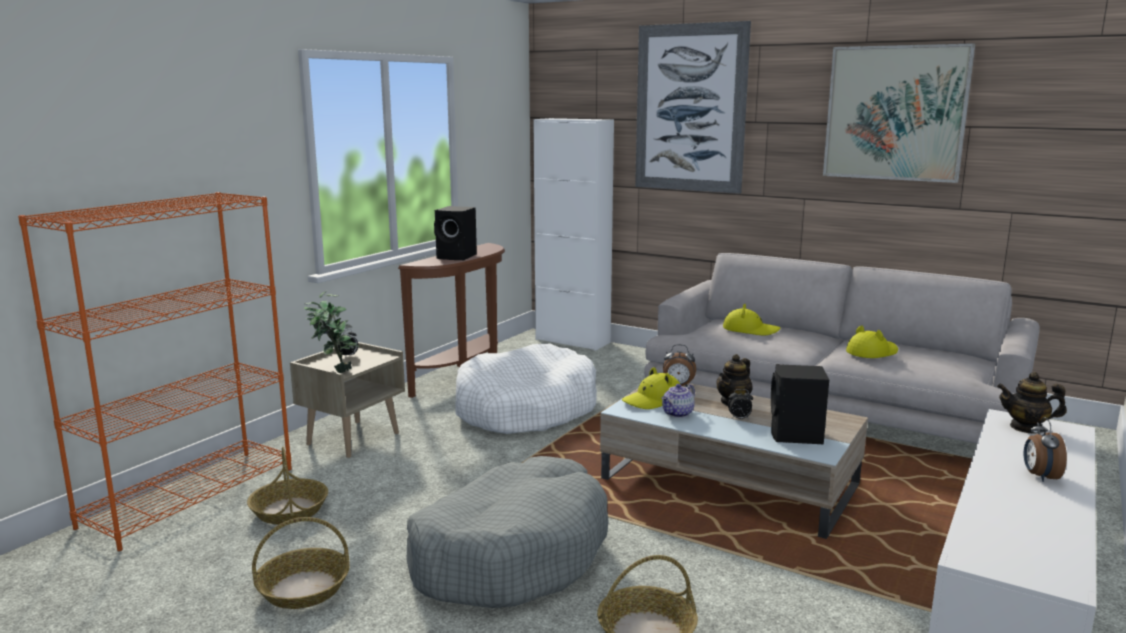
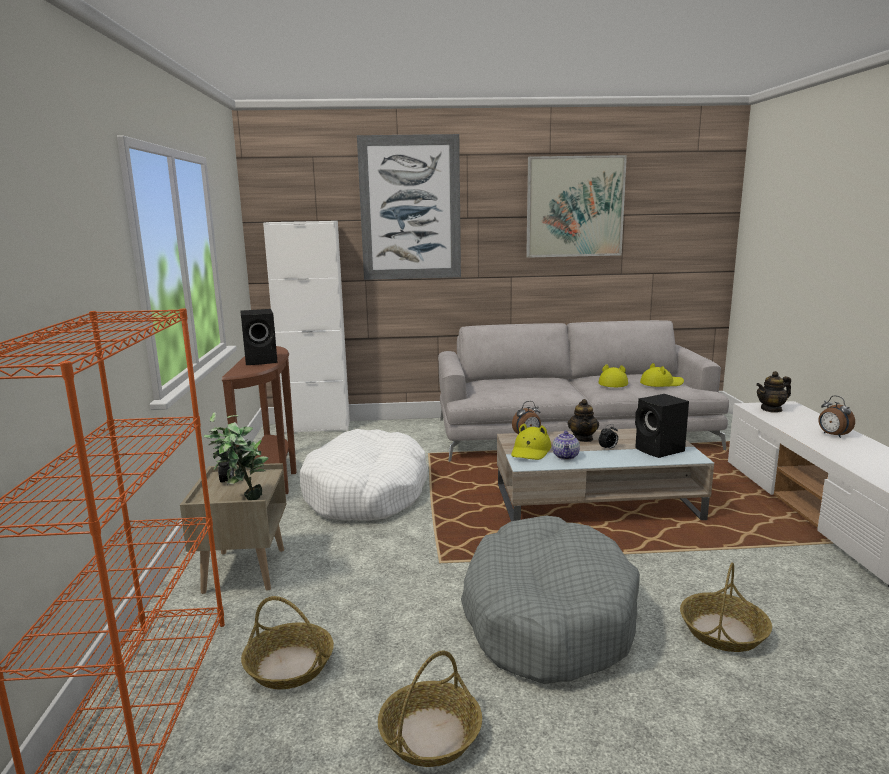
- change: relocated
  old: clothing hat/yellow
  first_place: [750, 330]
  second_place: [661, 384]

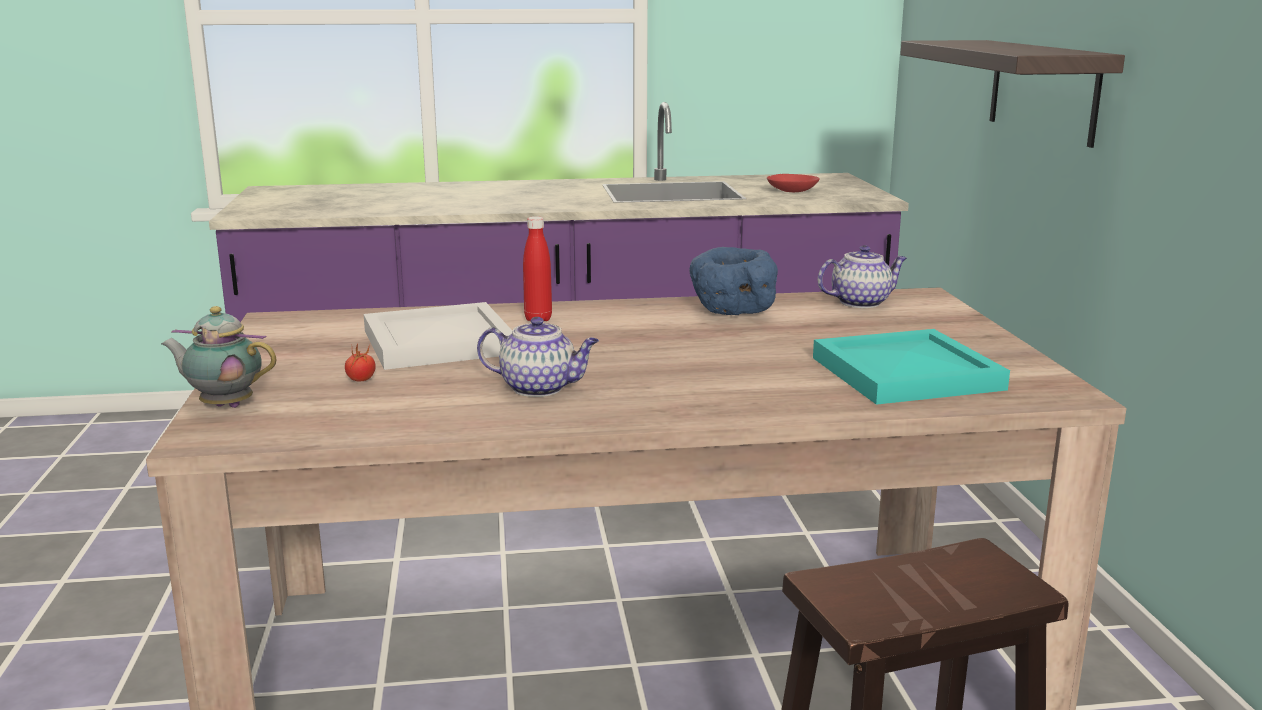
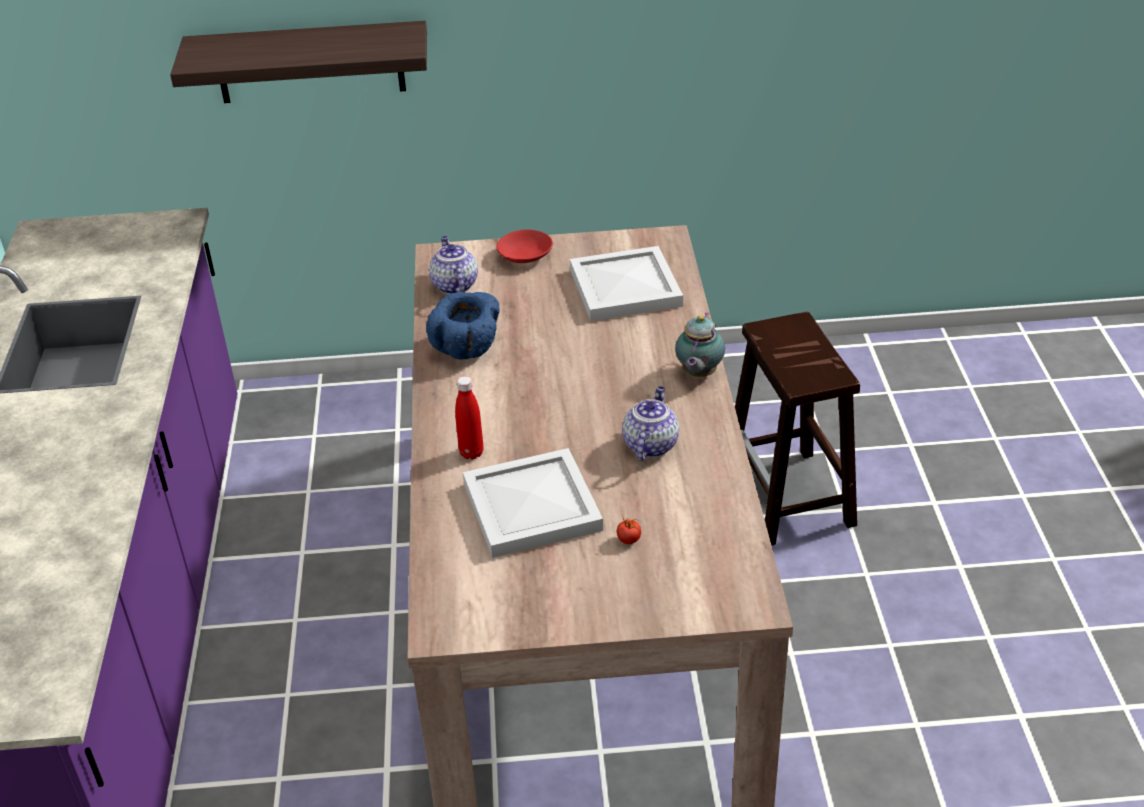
- change: relocated
  old: tea pot
  first_place: [224, 406]
  second_place: [698, 374]
- change: relocated
  old: deep dish/red-coloured
  first_place: [792, 191]
  second_place: [524, 256]
- change: colour
  old: serving tray/turquoise-coloured
  new: serving tray/white
  first_place: [903, 373]
  second_place: [624, 289]

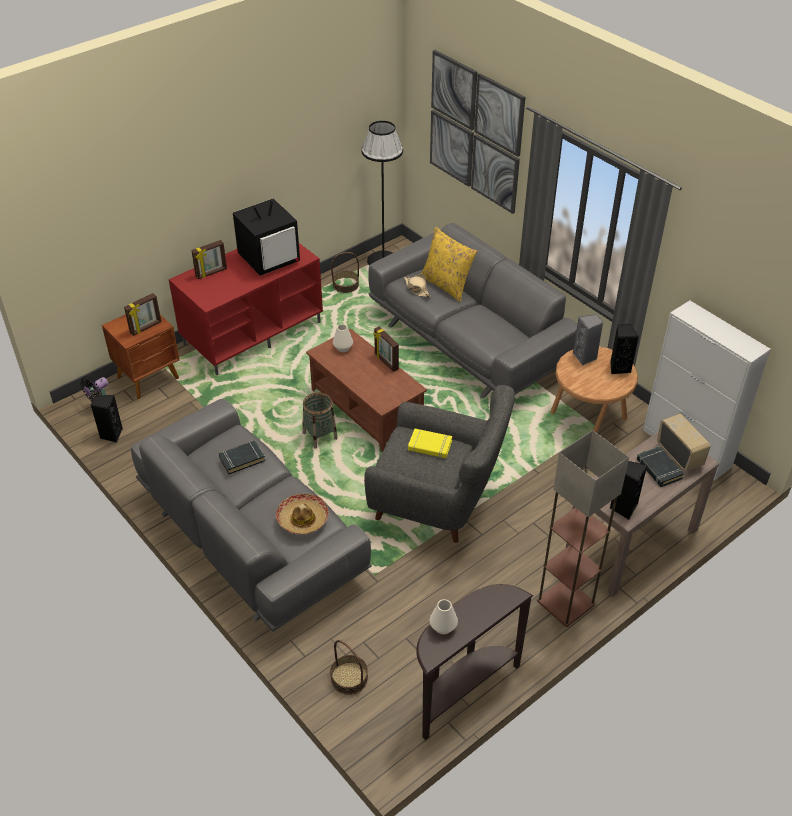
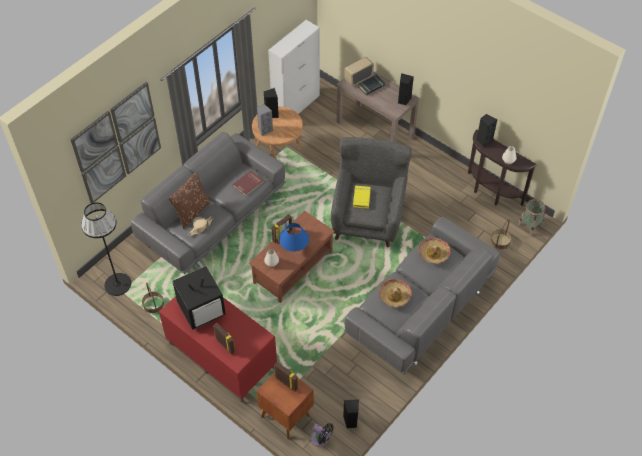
- change: missing
  old: floor lamp
  first_place: [565, 601]
- change: appeared
  new: volume/red-coloured
  second_place: [248, 184]
- change: appeared
  new: tabletop lamp/bluish
  second_place: [294, 248]
- change: appeared
  new: speaker/black
  second_place: [484, 140]
- change: relocated
  old: storage basket
  first_place: [320, 436]
  second_place: [530, 225]
- change: exchanged
  old: volume/black
  new: clothing hat
  first_place: [242, 459]
  second_place: [394, 295]
- change: colour
  old: cushion/yellow
  new: cushion/brown
  first_place: [446, 285]
  second_place: [192, 212]
- change: spun
  old: TV
  first_place: [270, 259]
  second_place: [202, 309]
  degrees: 105

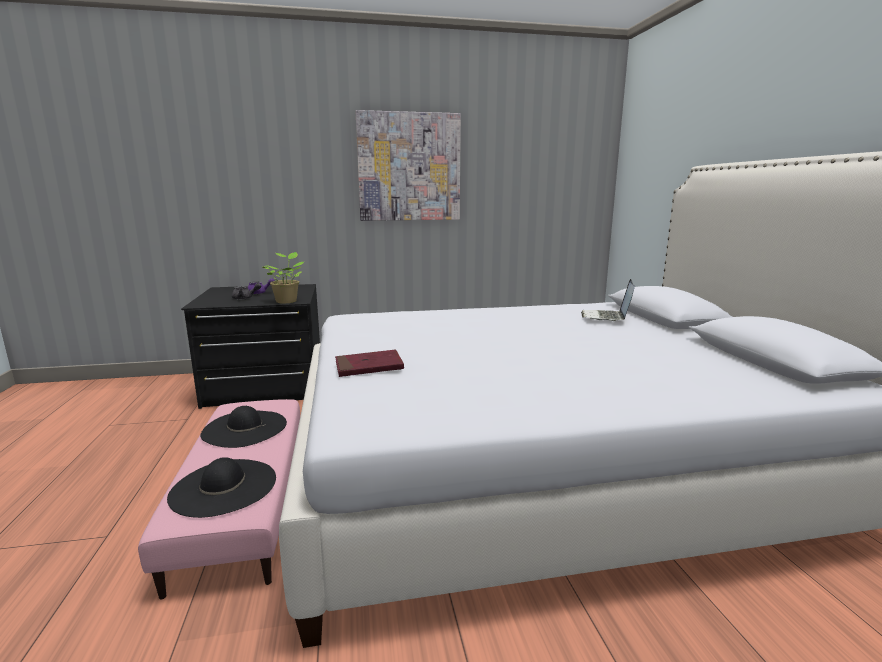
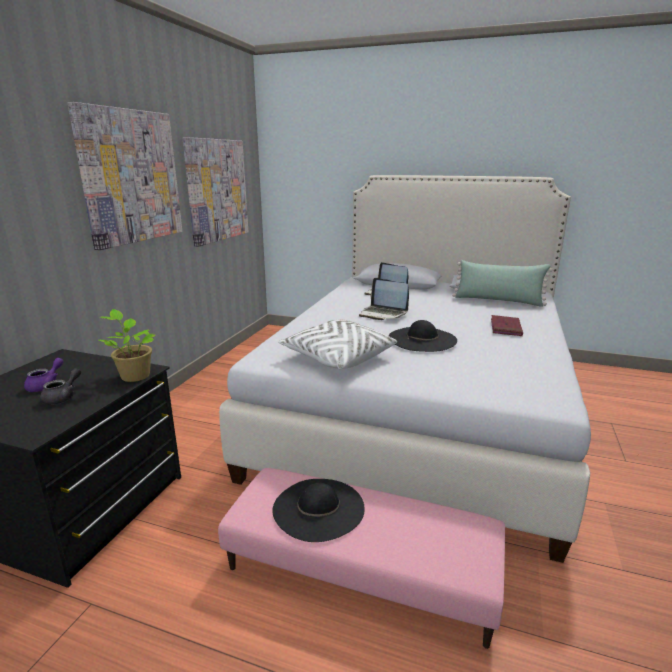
- change: appeared
  new: picture
  second_place: [216, 190]
- change: appeared
  new: cushion/white
  second_place: [337, 358]
- change: appeared
  new: laptop
  second_place: [383, 314]
- change: appeared
  new: cushion/greenish
  second_place: [498, 300]
- change: relocated
  old: clothing hat/black
  first_place: [224, 487]
  second_place: [422, 339]
- change: relocated
  old: volume/red-coloured
  first_place: [369, 367]
  second_place: [505, 328]

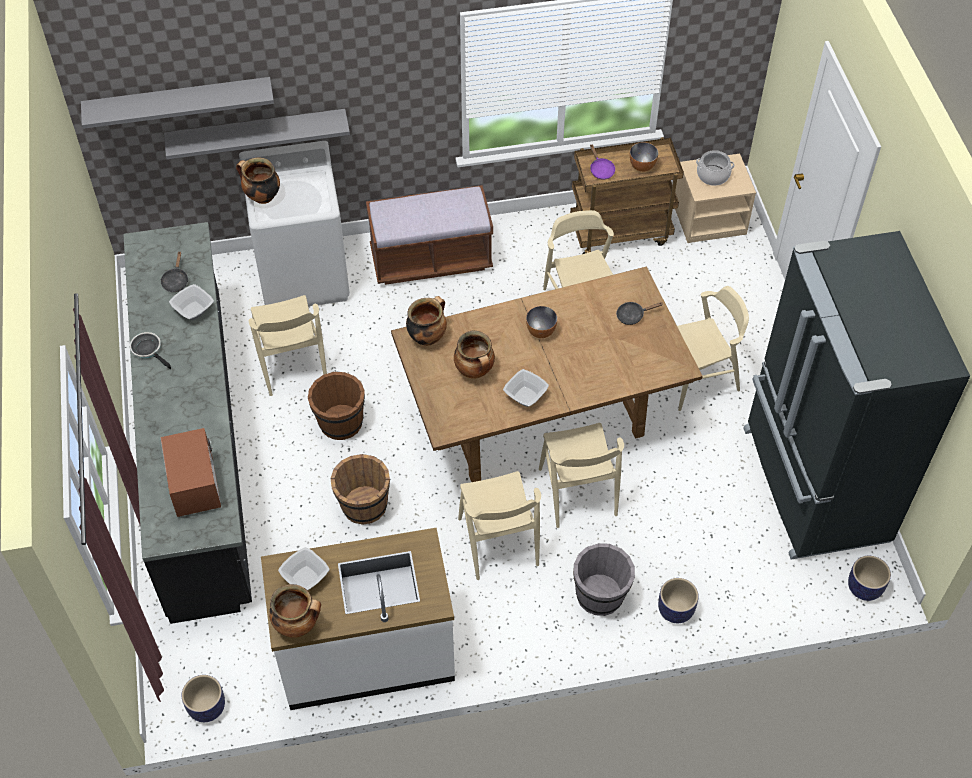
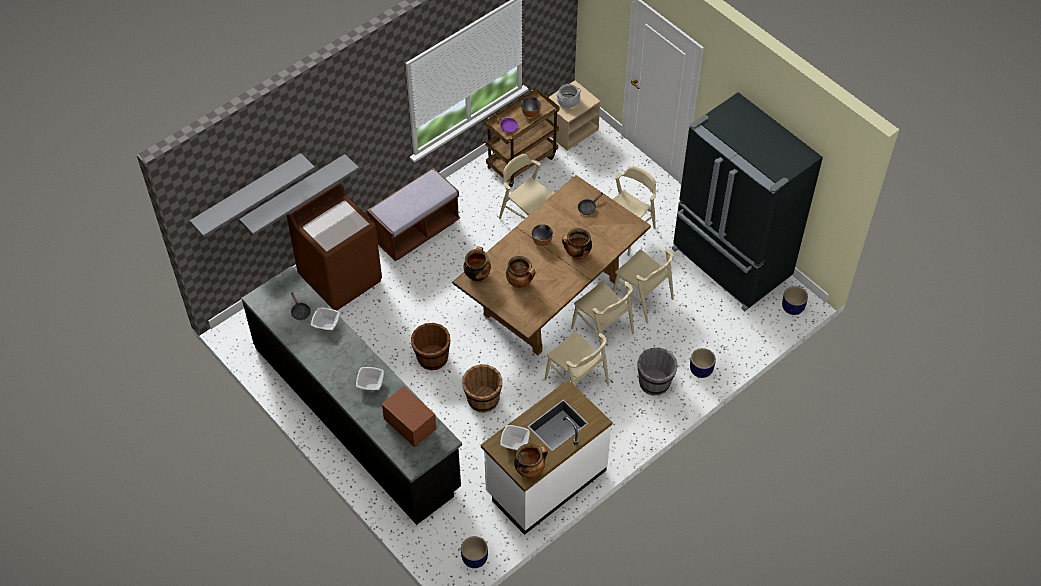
- change: missing
  old: pan
  first_place: [148, 350]
- change: relocated
  old: stockpot
  first_place: [261, 197]
  second_place: [577, 254]
- change: relocated
  old: upright chair/sand-coloured
  first_place: [291, 363]
  second_place: [642, 298]
- change: relocated
  old: deep dish
  first_place: [526, 396]
  second_place: [371, 384]
- change: colour
  old: laundry appliance/white
  new: laundry appliance/brown
  first_place: [304, 275]
  second_place: [341, 278]

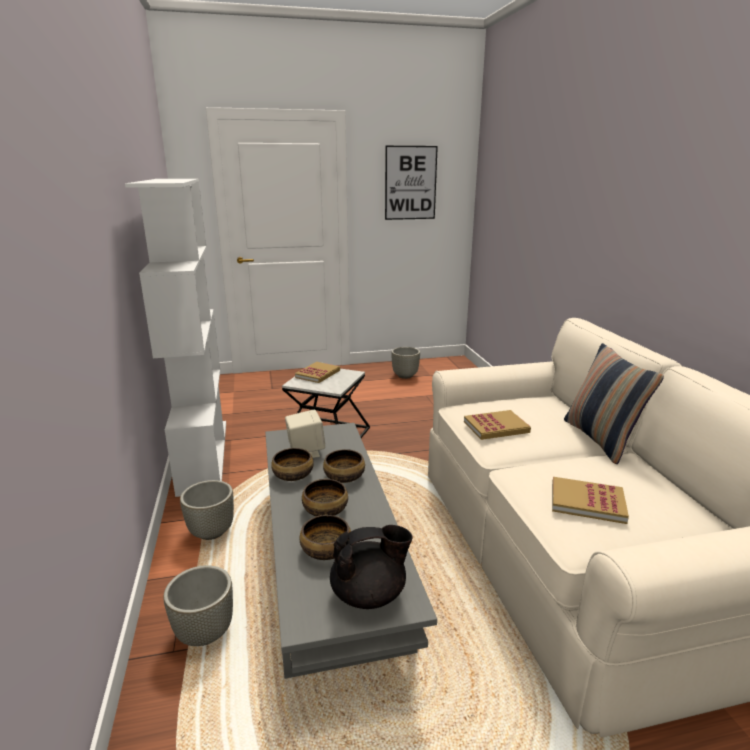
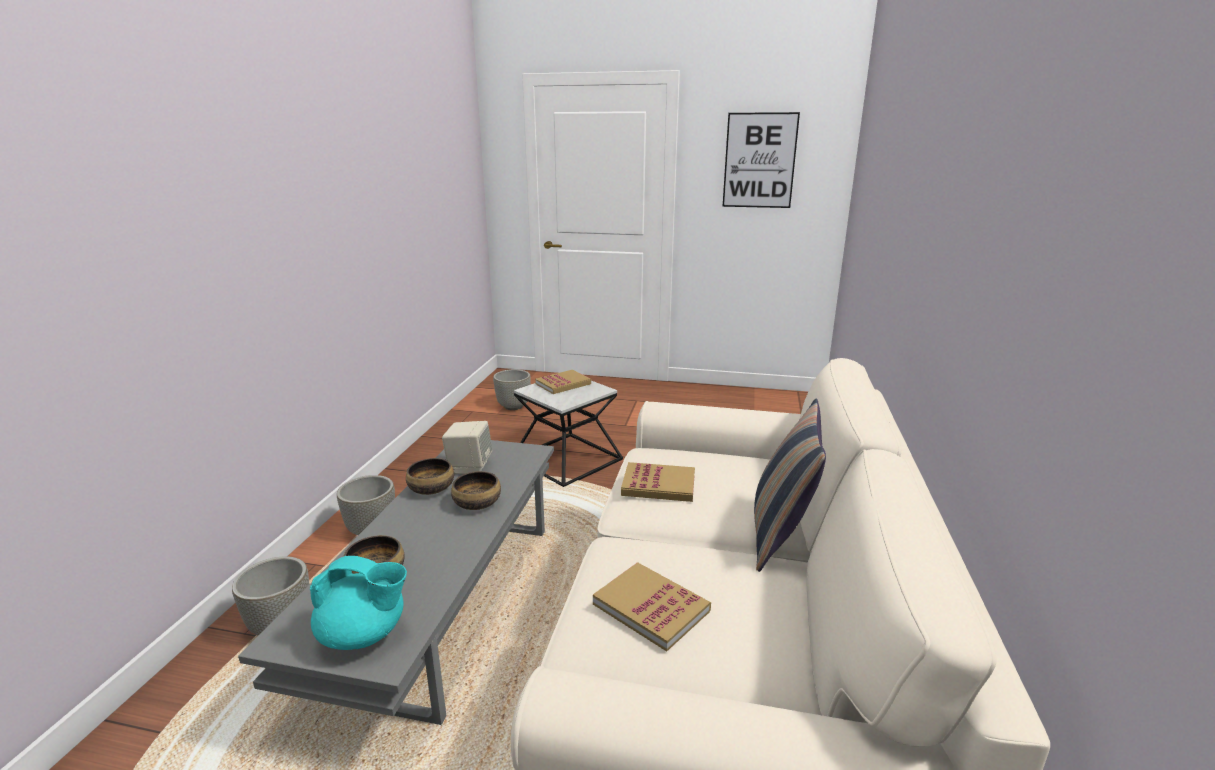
- change: missing
  old: bookshelf/white
  first_place: [203, 455]
- change: missing
  old: deep dish
  first_place: [325, 509]
- change: relocated
  old: plant pot/gray
  first_place: [405, 376]
  second_place: [513, 406]
- change: colour
  old: tea pot/black
  new: tea pot/turquoise-coloured
  first_place: [369, 594]
  second_place: [364, 634]

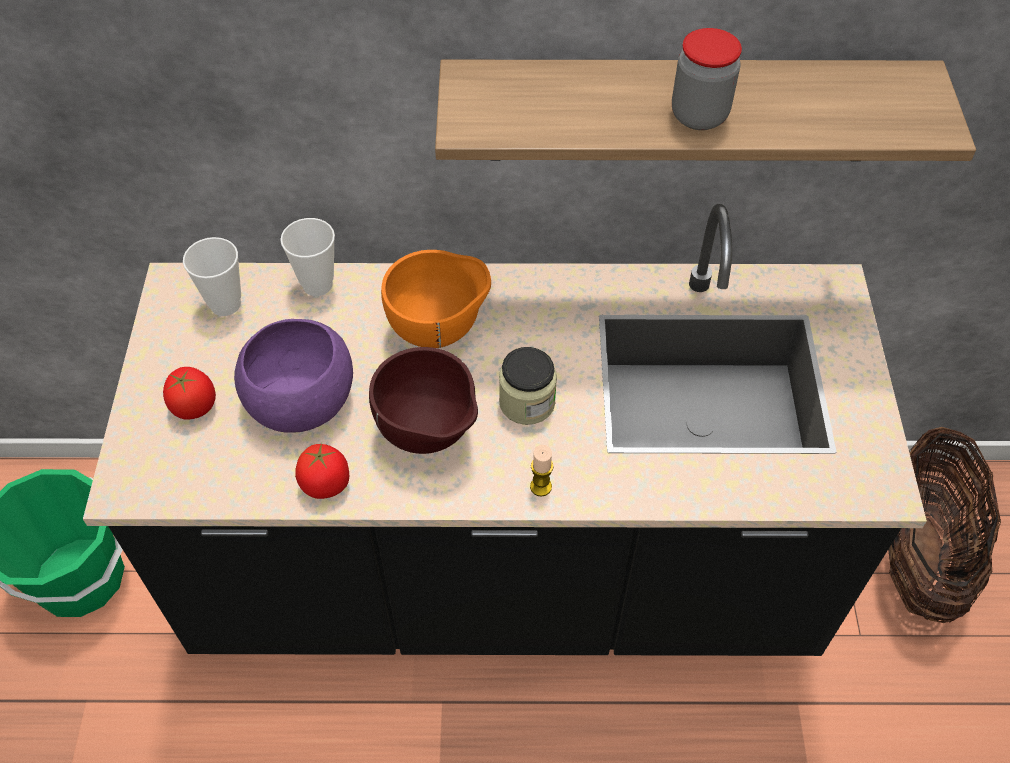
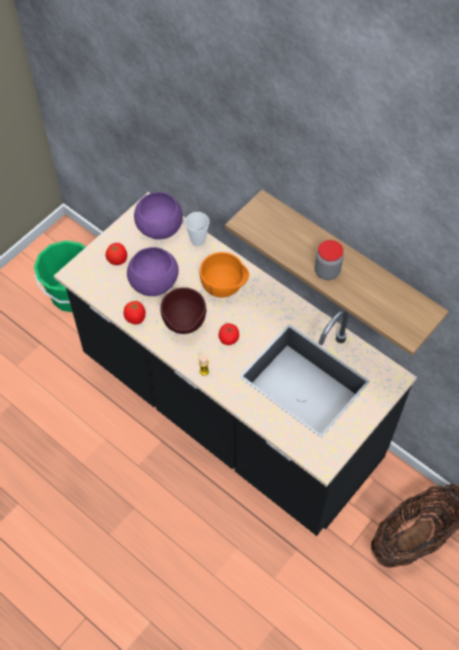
- change: exchanged
  old: drinking cup
  new: deep dish/purple-coloured
  first_place: [225, 304]
  second_place: [159, 227]
- change: exchanged
  old: preserve jar
  new: tomato
  first_place: [527, 402]
  second_place: [229, 338]

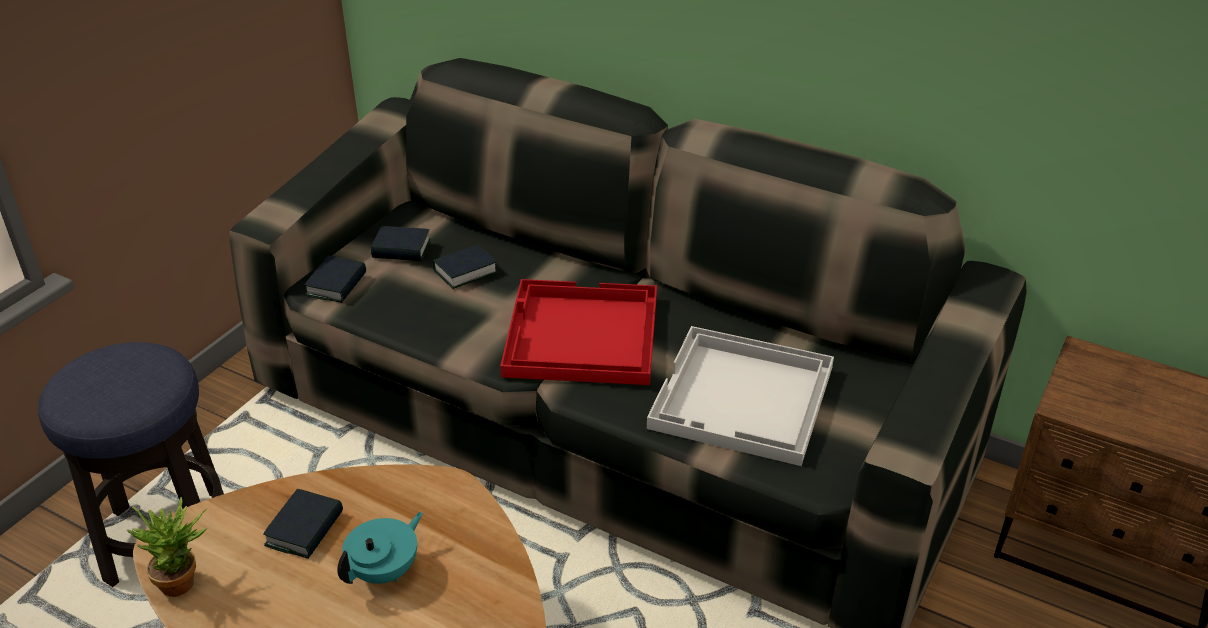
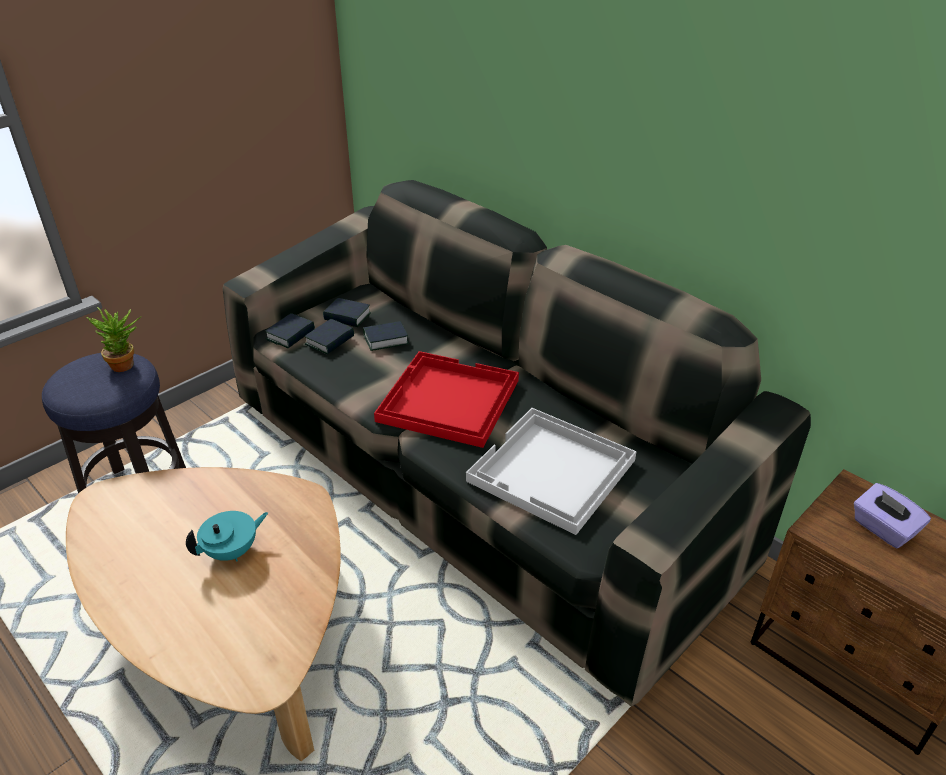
- change: appeared
  new: box of tissues/purple-coloured
  second_place: [882, 529]
- change: relocated
  old: potted plant
  first_place: [184, 581]
  second_place: [127, 365]
- change: relocated
  old: volume
  first_place: [305, 529]
  second_place: [330, 341]

